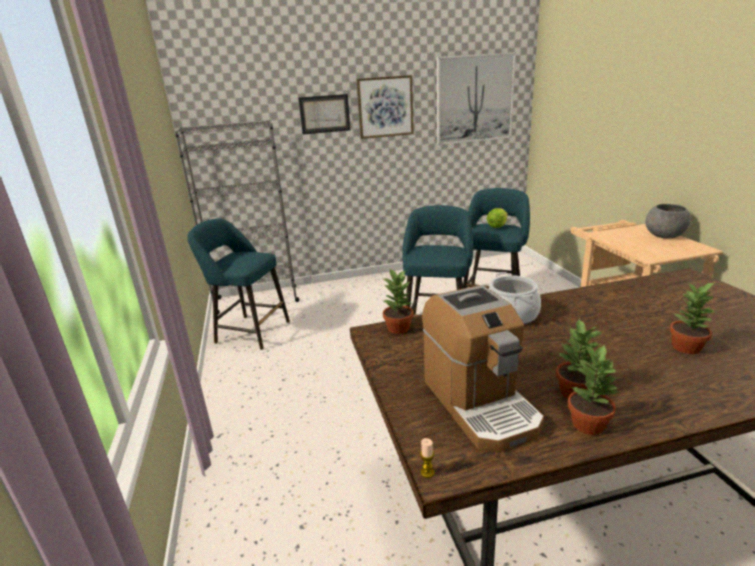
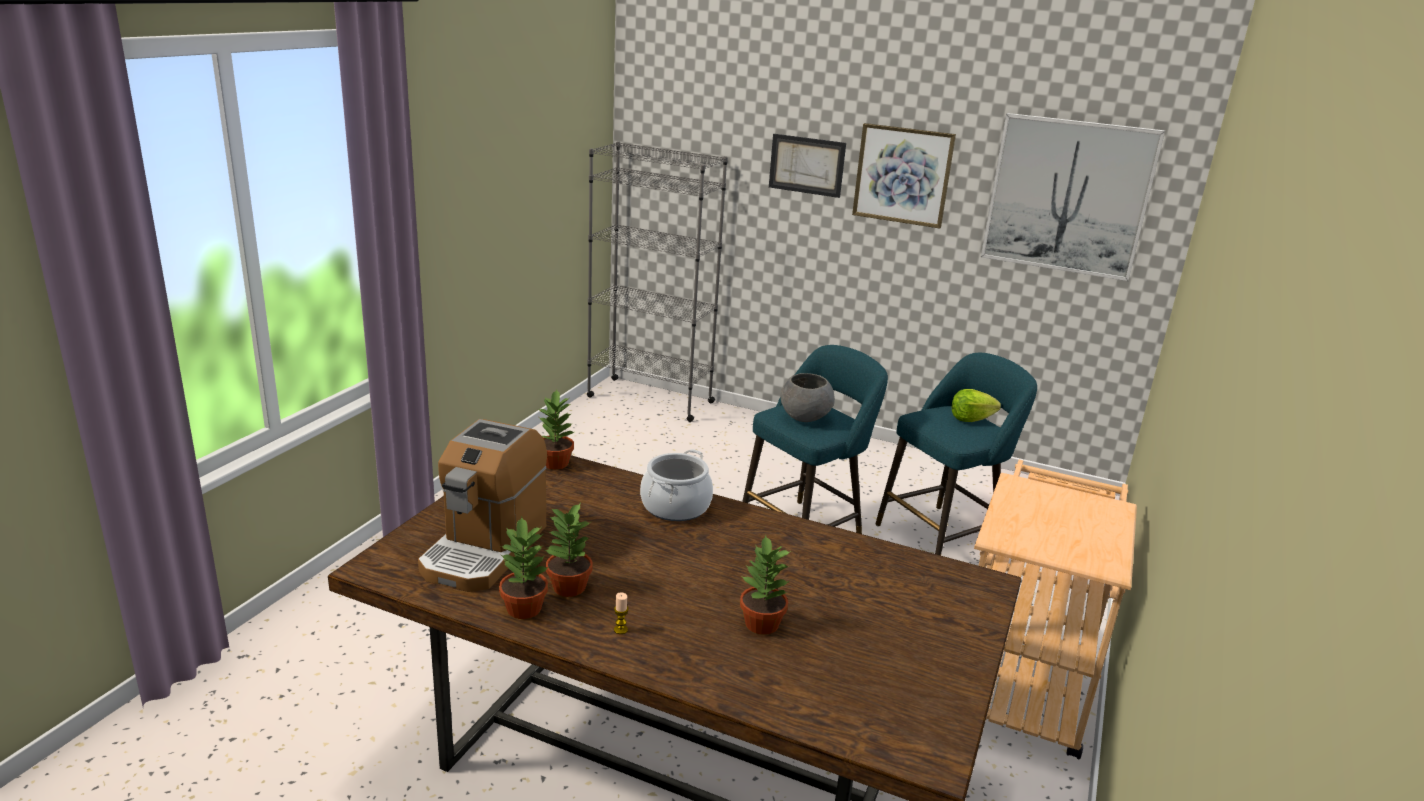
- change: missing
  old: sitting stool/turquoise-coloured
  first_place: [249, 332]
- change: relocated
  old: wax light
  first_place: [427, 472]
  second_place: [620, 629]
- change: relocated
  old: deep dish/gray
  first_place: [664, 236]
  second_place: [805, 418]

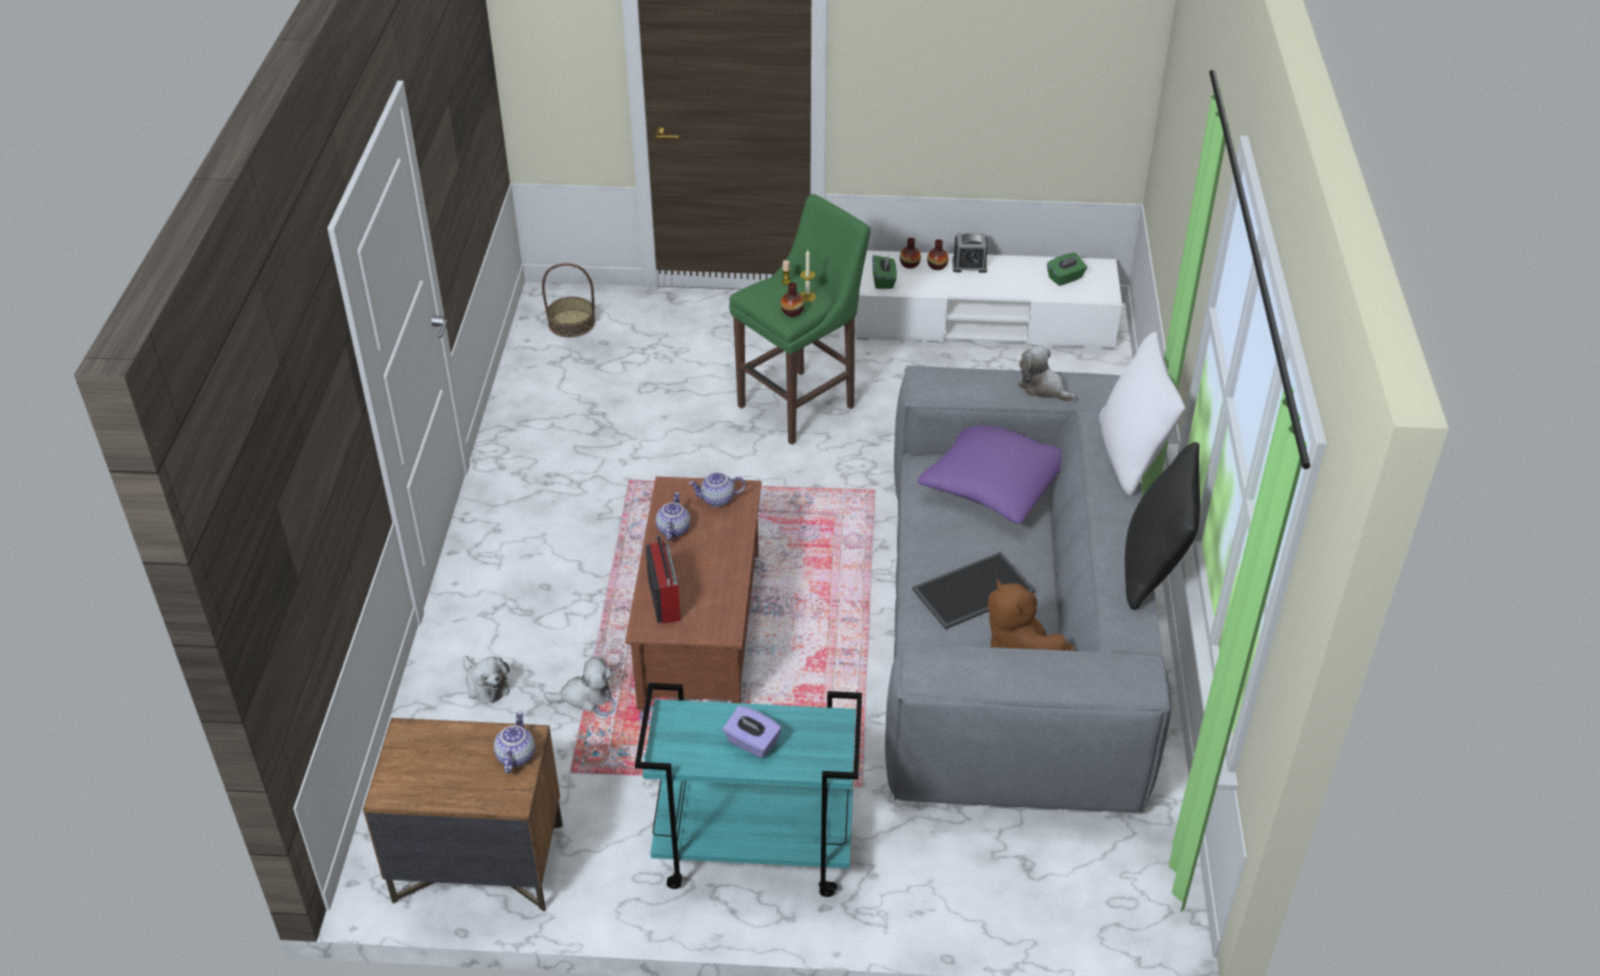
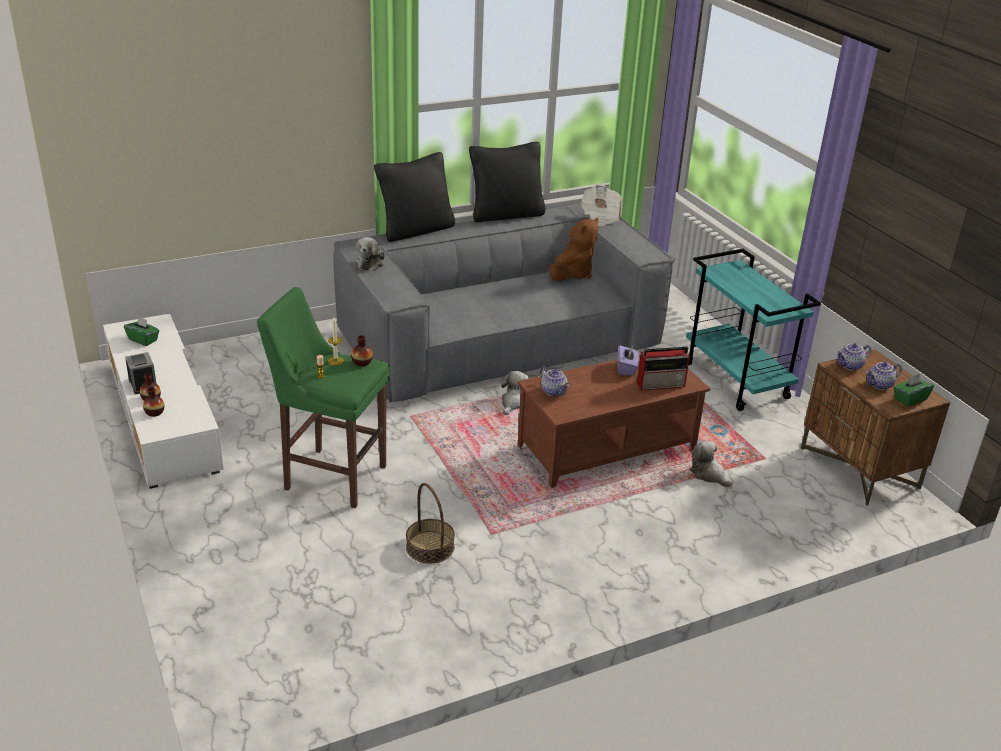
- change: missing
  old: serving tray
  first_place: [973, 592]
- change: missing
  old: cushion/purple-coloured
  first_place: [993, 484]
- change: appeared
  new: newspaper
  second_place: [600, 217]
- change: relocated
  old: cuddly toy
  first_place: [485, 685]
  second_place: [513, 403]
- change: relocated
  old: storage basket
  first_place: [571, 323]
  second_place: [430, 547]
- change: relocated
  old: tea pot
  first_place: [672, 529]
  second_place: [880, 385]
- change: relocated
  old: box of tissues/purple-coloured
  first_place: [752, 743]
  second_place: [626, 368]
- change: relocated
  old: box of tissues/greenish
  first_place: [884, 281]
  second_place: [909, 399]
- change: colour
  old: cushion/white
  new: cushion/black
  first_place: [1132, 456]
  second_place: [415, 230]
- change: spun
  old: radio set
  first_place: [664, 598]
  second_place: [661, 384]
  degrees: -150

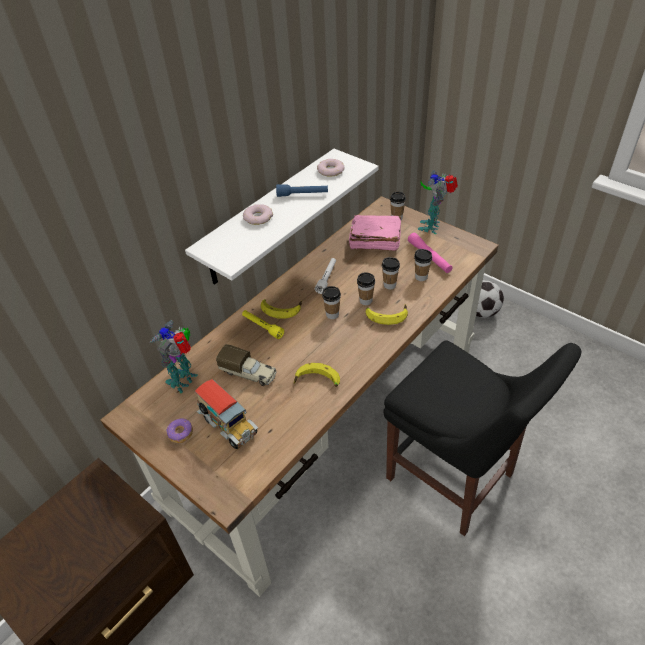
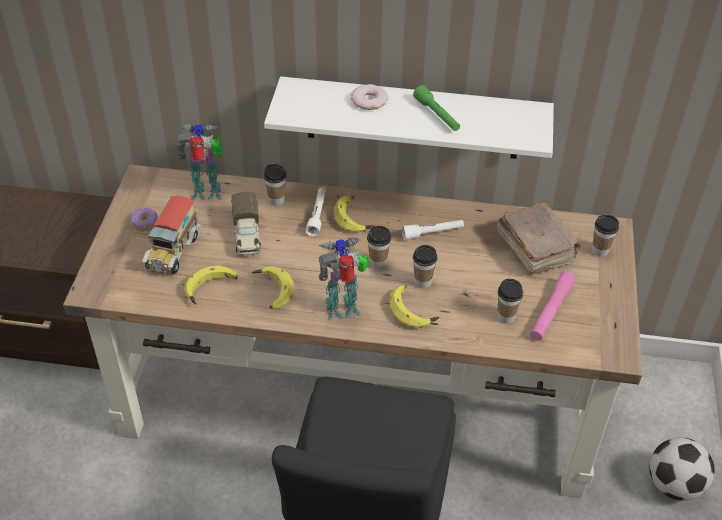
- change: missing
  old: donut
  first_place: [330, 170]
- change: appeared
  new: banana
  second_place: [212, 289]
- change: relocated
  old: drinking cup
  first_place: [389, 285]
  second_place: [276, 200]
- change: relocated
  old: toy robot
  first_place: [432, 226]
  second_place: [344, 310]
- change: colour
  old: flashlight/yellow
  new: flashlight/white
  first_place: [262, 327]
  second_place: [317, 215]
- change: colour
  old: flashlight/bluish
  new: flashlight/greenish
  first_place: [302, 194]
  second_place: [437, 115]
- change: colour
  old: volume/pink-coloured
  new: volume/brown
  first_place: [374, 241]
  second_place: [535, 247]

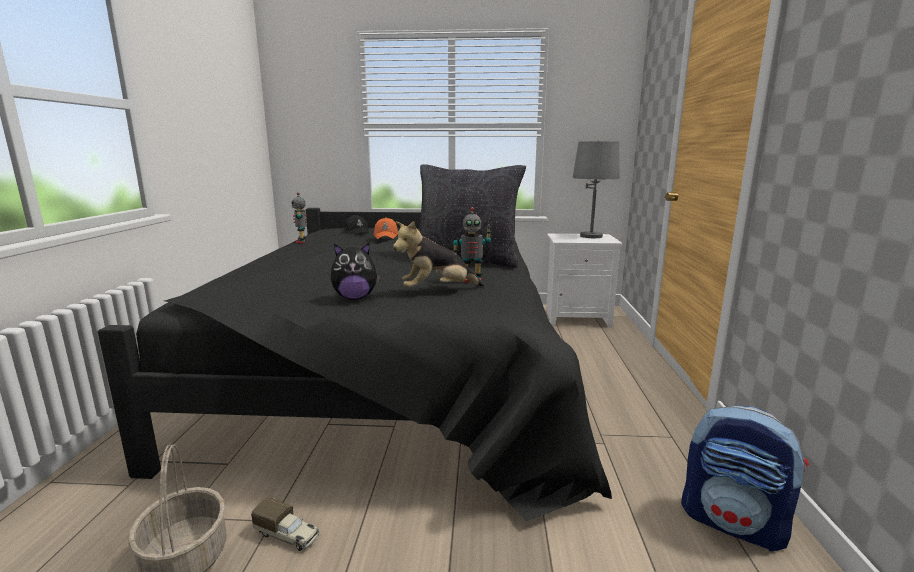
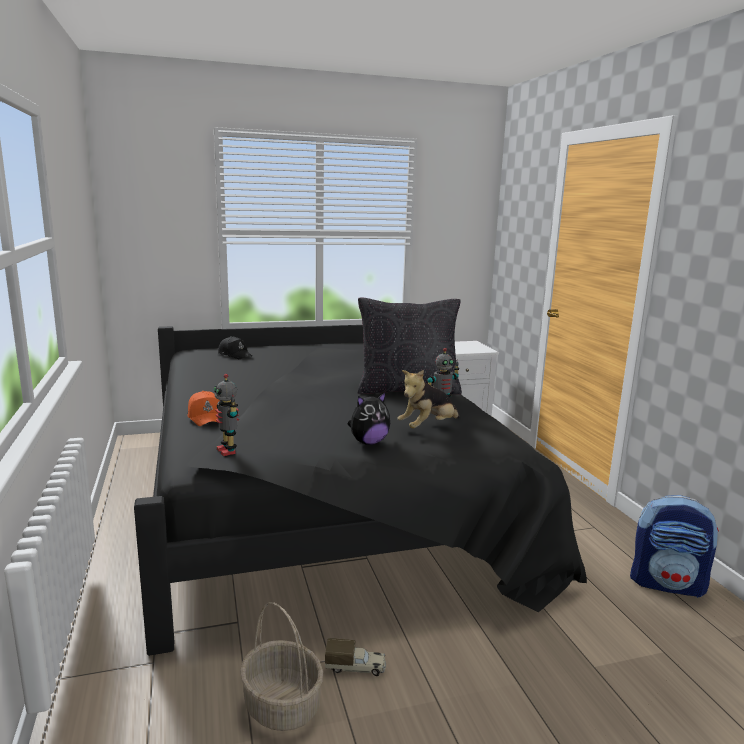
- change: missing
  old: tabletop lamp/gray
  first_place: [591, 236]
- change: relocated
  old: toy robot
  first_place: [302, 242]
  second_place: [228, 451]
- change: relocated
  old: cap/orangey
  first_place: [386, 236]
  second_place: [206, 417]

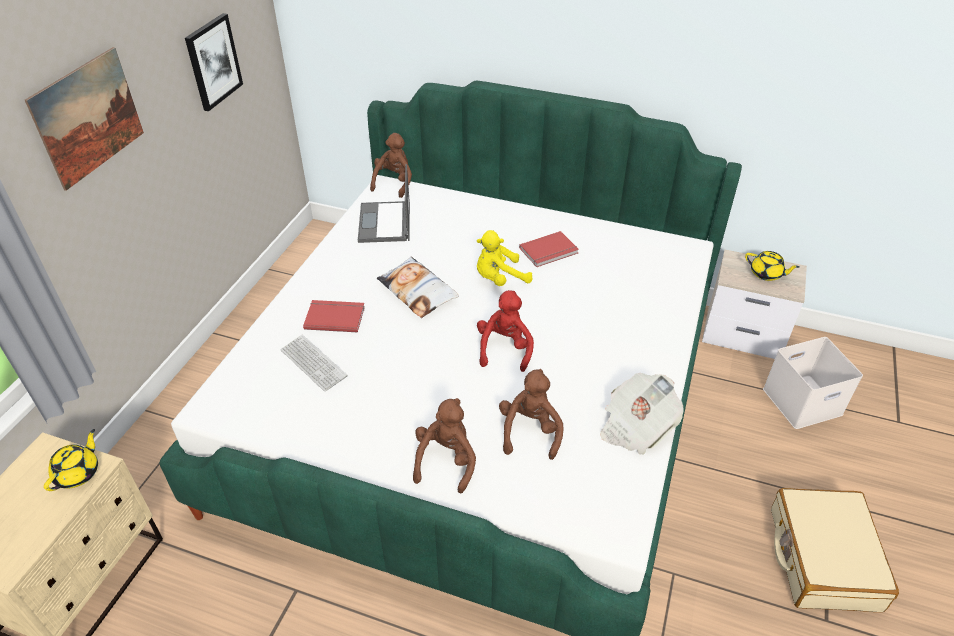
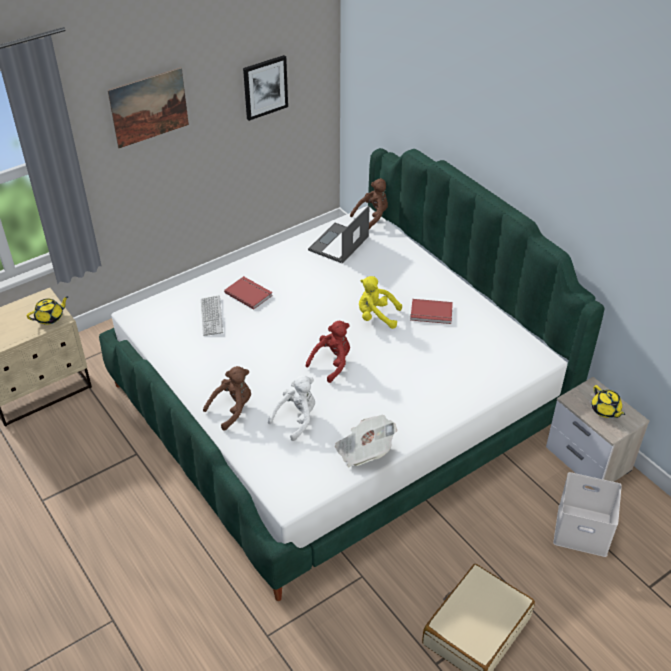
- change: missing
  old: cushion
  first_place: [418, 291]
- change: colour
  old: cuddly toy/brown
  new: cuddly toy/white
  first_place: [530, 431]
  second_place: [296, 419]

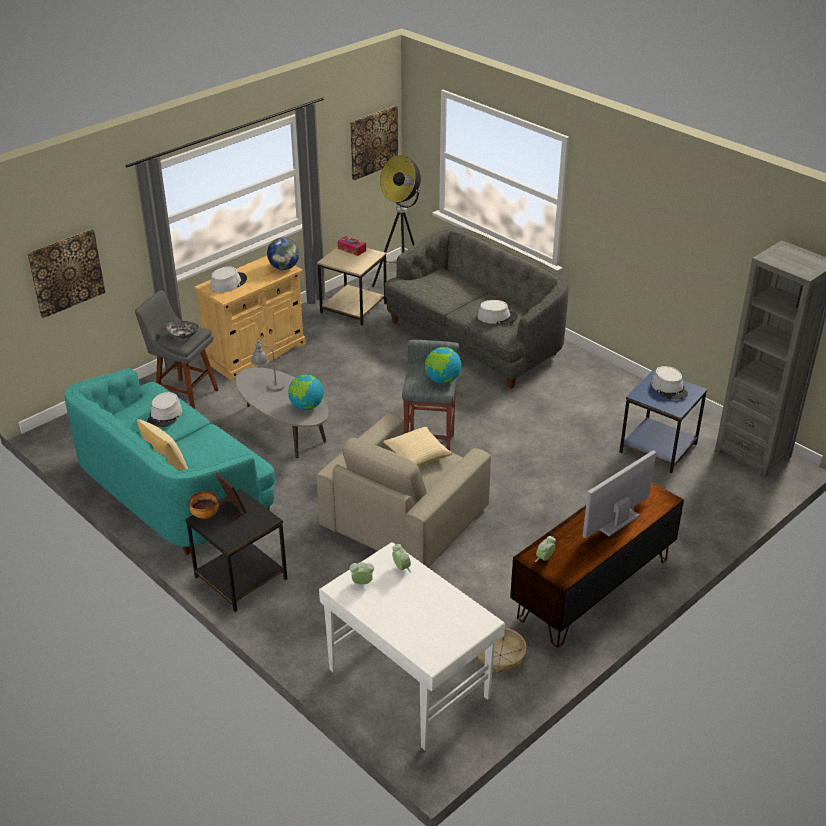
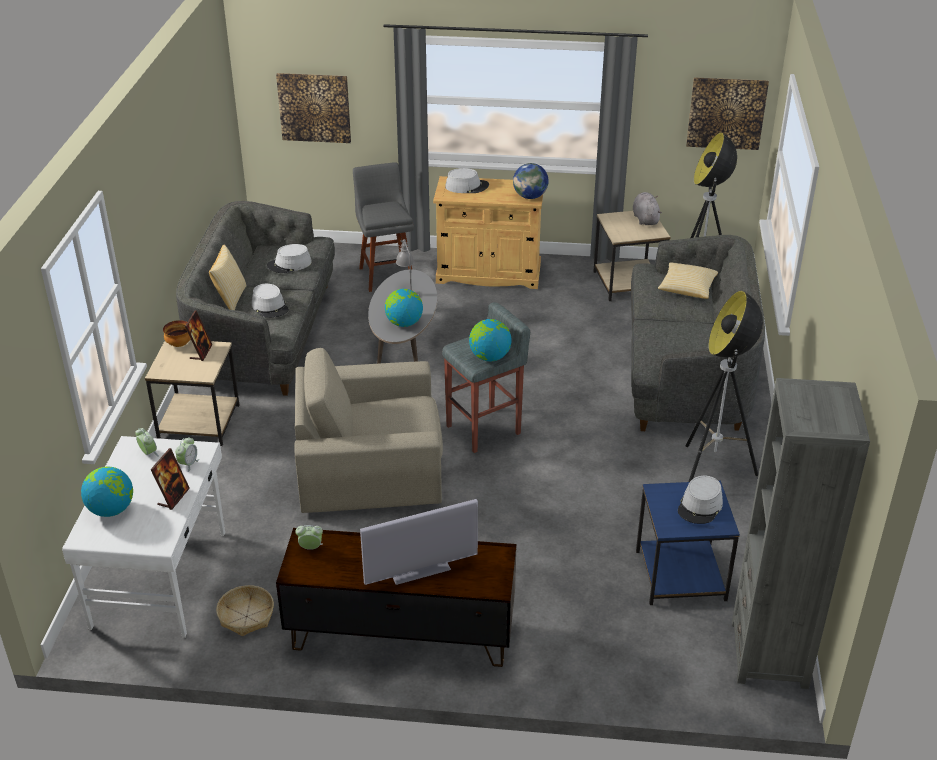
- change: missing
  old: deep dish
  first_place: [183, 336]
- change: appeared
  new: world globe
  second_place: [111, 510]
- change: appeared
  new: photo frame
  second_place: [173, 497]
- change: appeared
  new: floor lamp
  second_place: [712, 471]
- change: relocated
  old: cushion
  first_place: [417, 456]
  second_place: [687, 289]
- change: relocated
  old: clothing hat/gray
  first_place: [497, 317]
  second_place: [270, 307]
- change: exchanged
  old: box of tissues
  new: cuddly toy/gray
  first_place: [352, 249]
  second_place: [645, 219]
- change: colour
  old: settee/turquoise-coloured
  new: settee/gray
  first_place: [172, 490]
  second_place: [265, 334]
- change: colour
  old: side table/black
  new: side table/sand-coloured
  first_place: [239, 578]
  second_place: [198, 422]
- change: spun
  old: TV
  first_place: [618, 521]
  second_place: [420, 570]
  degrees: 150

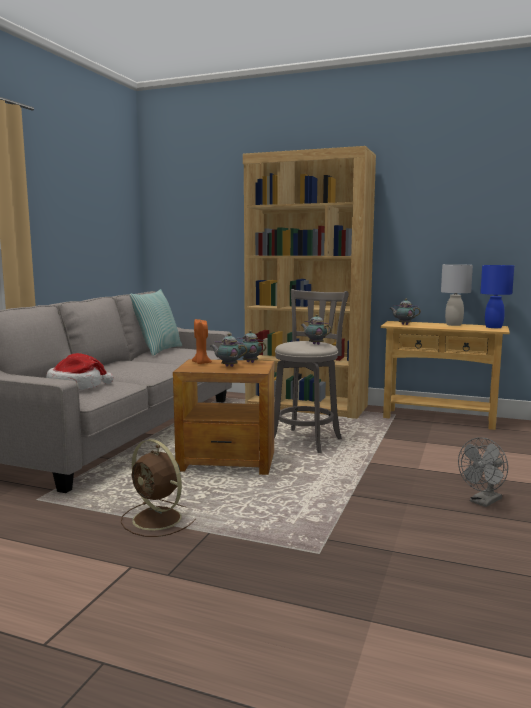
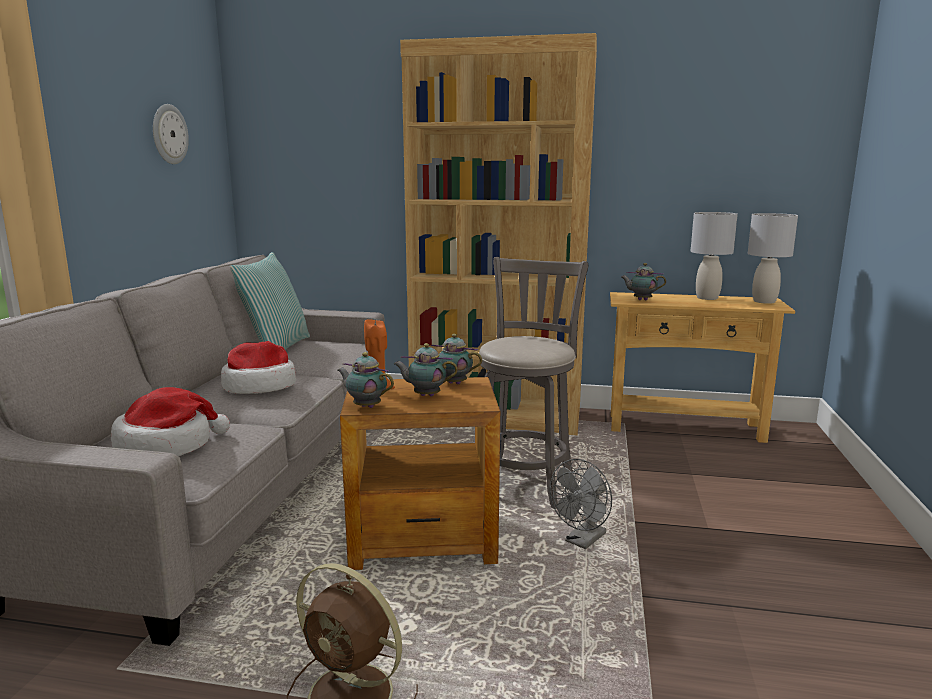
- change: appeared
  new: hanging clock
  second_place: [169, 134]
- change: appeared
  new: clothing hat
  second_place: [259, 386]
- change: relocated
  old: tea pot
  first_place: [315, 344]
  second_place: [365, 406]
- change: relocated
  old: fan/gray
  first_place: [483, 502]
  second_place: [582, 541]
- change: colour
  old: tabletop lamp/bluish
  new: tabletop lamp/gray
  first_place: [493, 327]
  second_place: [764, 301]

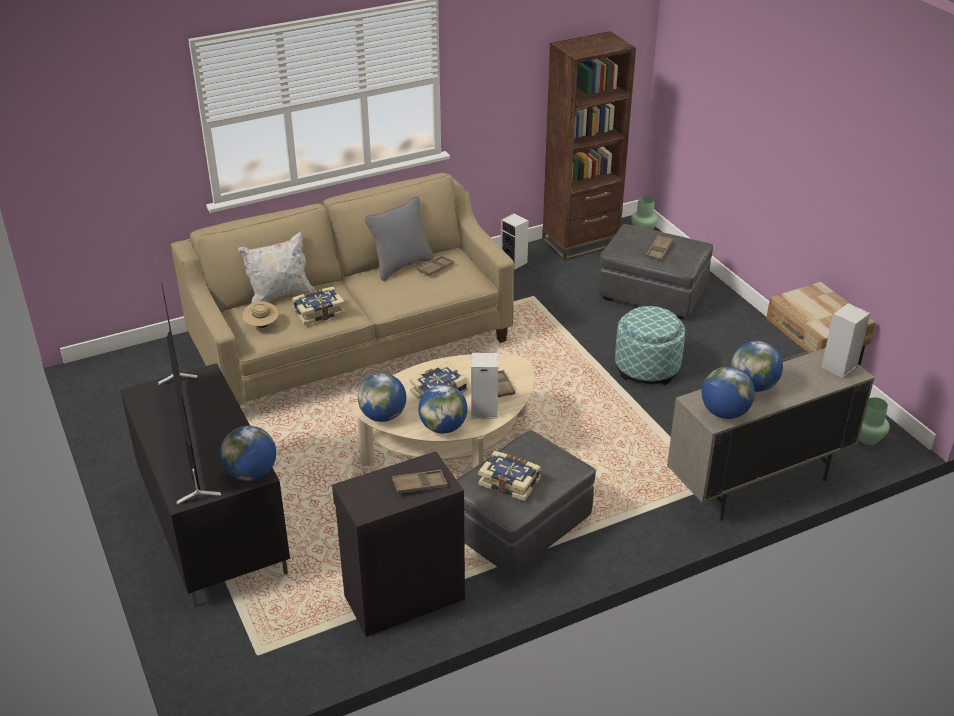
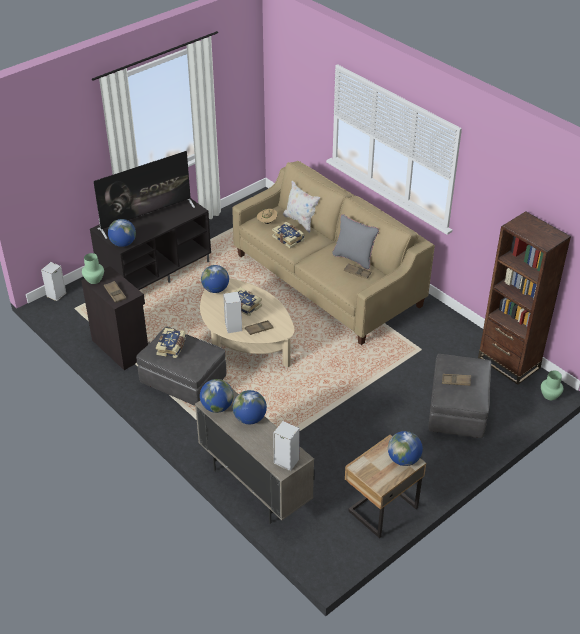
- change: missing
  old: ottoman
  first_place: [647, 368]
- change: relocated
  old: world globe
  first_place: [443, 427]
  second_place: [403, 459]
- change: relocated
  old: speaker
  first_place: [515, 262]
  second_place: [56, 295]
- change: relocated
  old: flower vase/greenish
  first_place: [868, 438]
  second_place: [94, 280]

